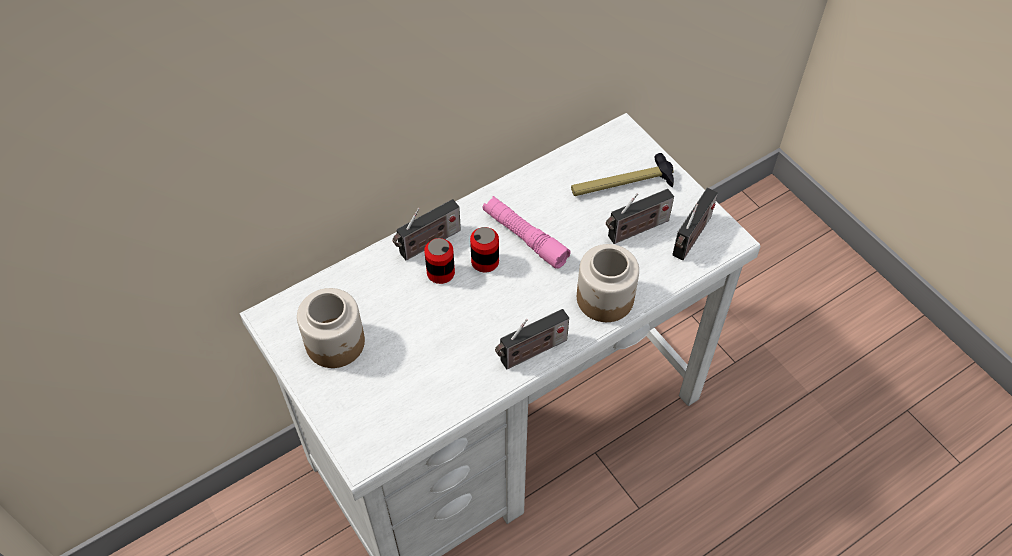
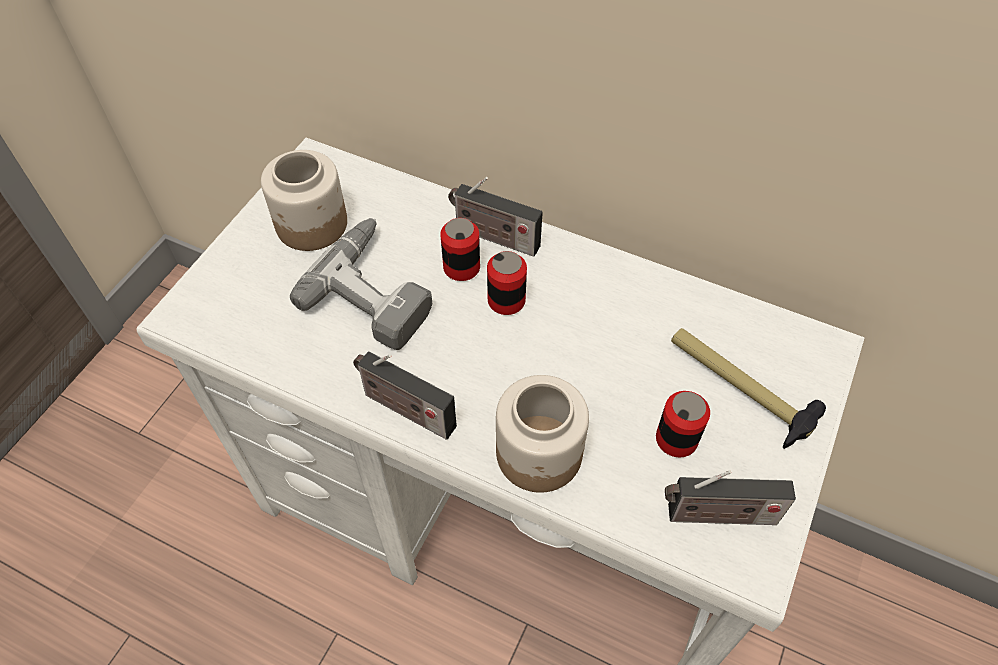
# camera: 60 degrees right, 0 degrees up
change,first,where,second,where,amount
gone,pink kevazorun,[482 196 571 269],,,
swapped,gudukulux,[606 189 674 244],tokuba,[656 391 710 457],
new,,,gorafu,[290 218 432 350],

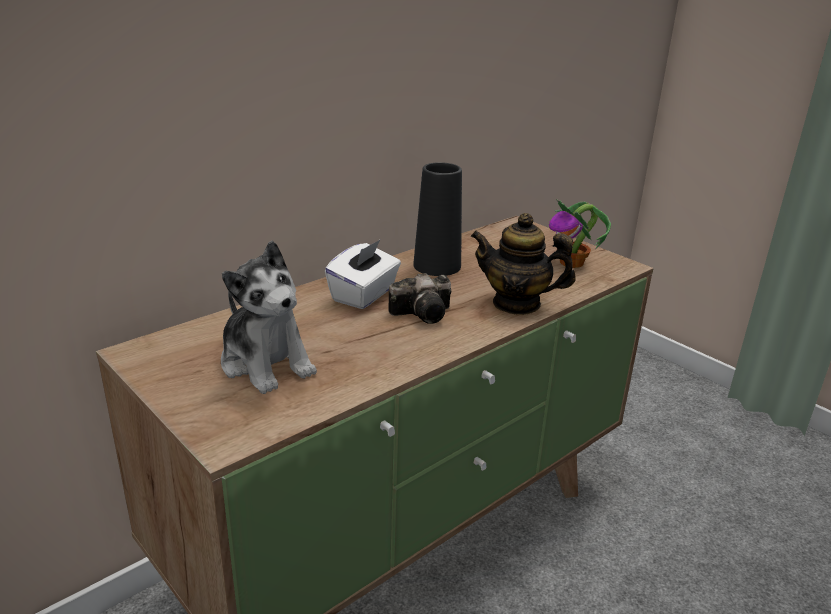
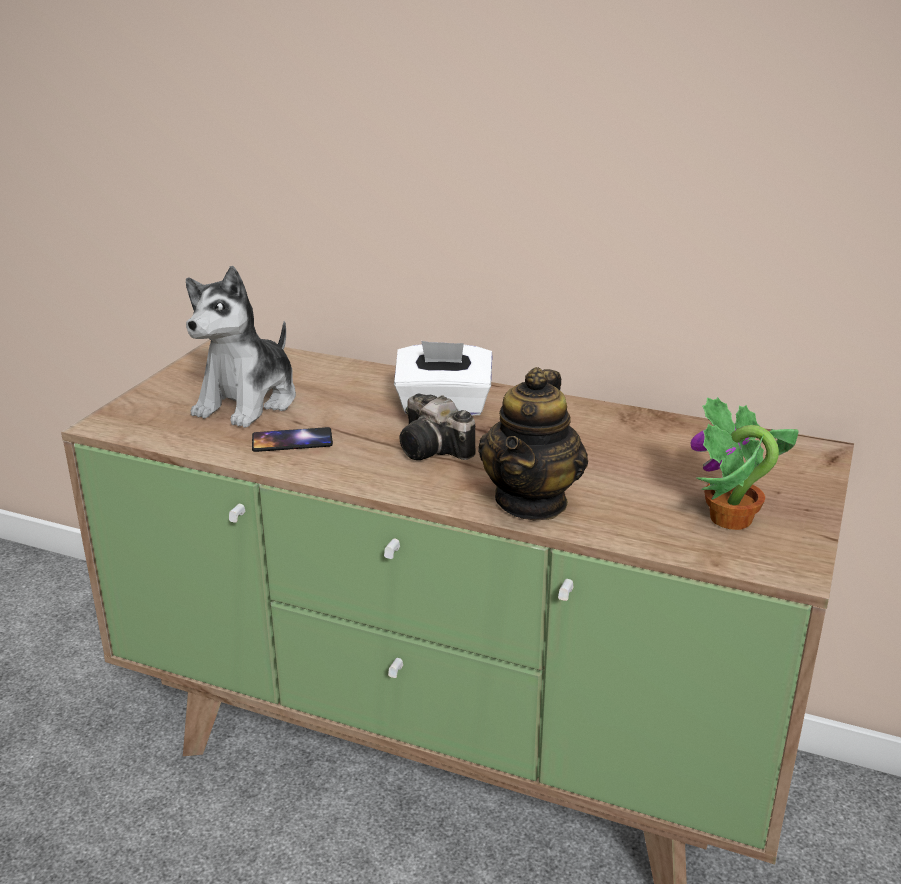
# camera: 65 degrees right, 0 degrees up
change,first,where,second,where,amount
gone,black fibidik,[413 162 462 276],,,
rotated,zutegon,[471 213 575 315],,[478 367 588 520],150 degrees counterclockwise
new,,,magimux,[252 427 333 452],

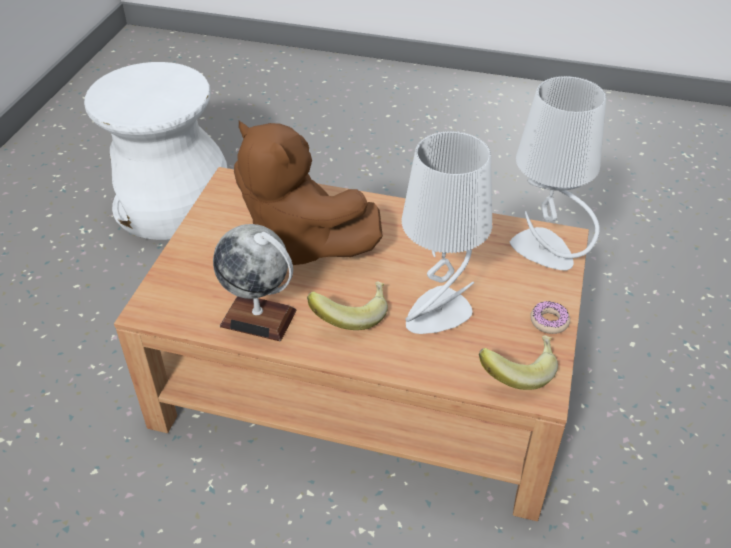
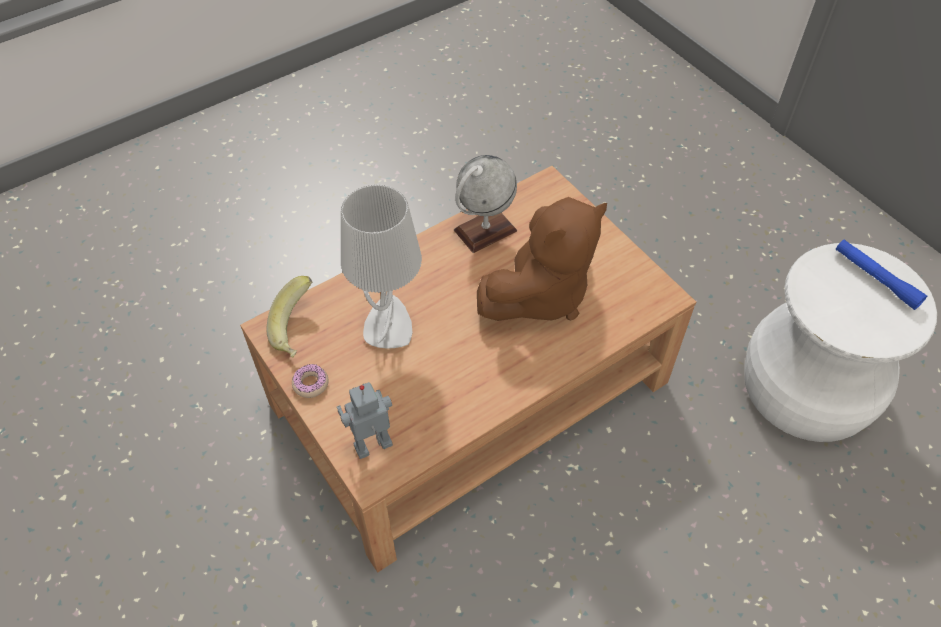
# camera: 130 degrees right, 10 degrees up
change,first,where,second,where,amount
rotated,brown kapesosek,[234 121 383 265],,[477 197 607 321],150 degrees clockwise
gone,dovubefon,[307 282 388 330],,,
swapped,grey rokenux,[510 76 606 271],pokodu,[337 382 393 459],
new,,,blue kevazorun,[836 239 927 310],

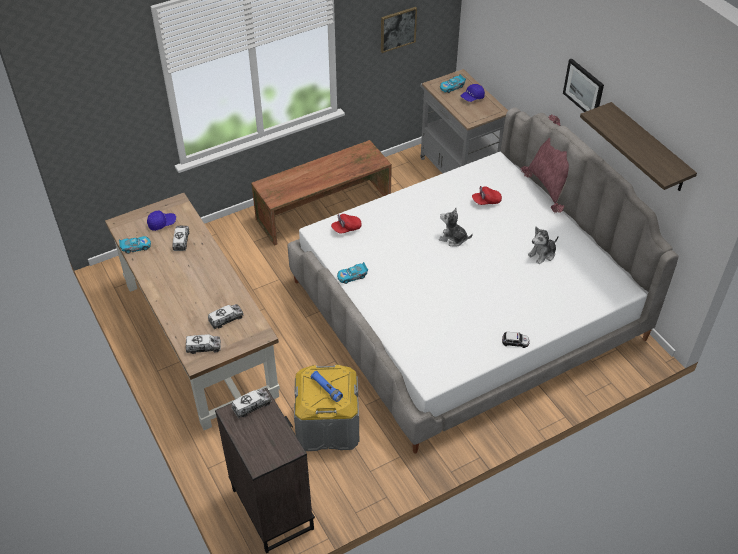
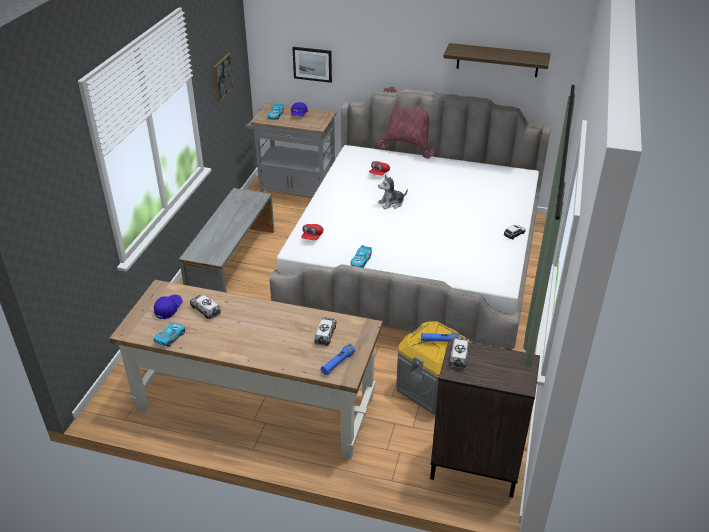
# camera: 45 degrees left, 10 degrees down
change,first,where,second,where,amount
swapped,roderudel,[186 334 221 354],blue kevazorun,[321 344 355 375],
repainted,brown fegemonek,[251 140 392 246],grey fegemonek,[179 188 274 293],
gone,kapesosek,[528 227 558 264],,,
shifted,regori,[563 59 604 112],,[292 47 332 83],

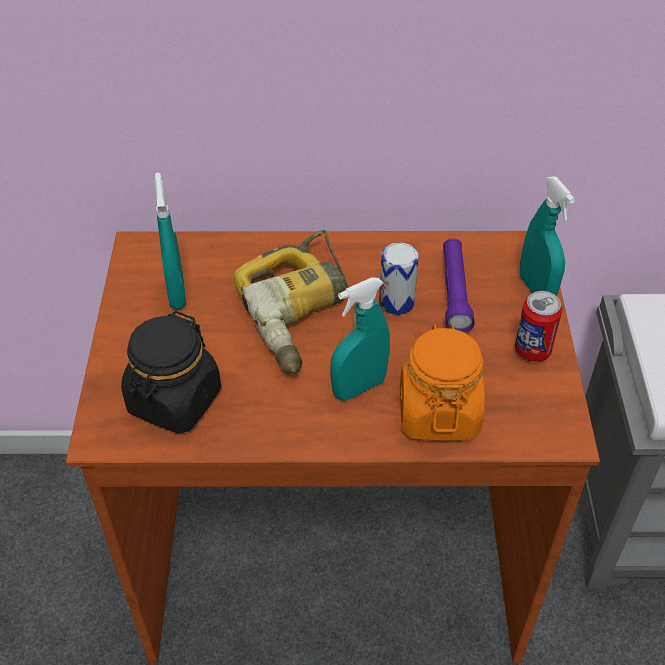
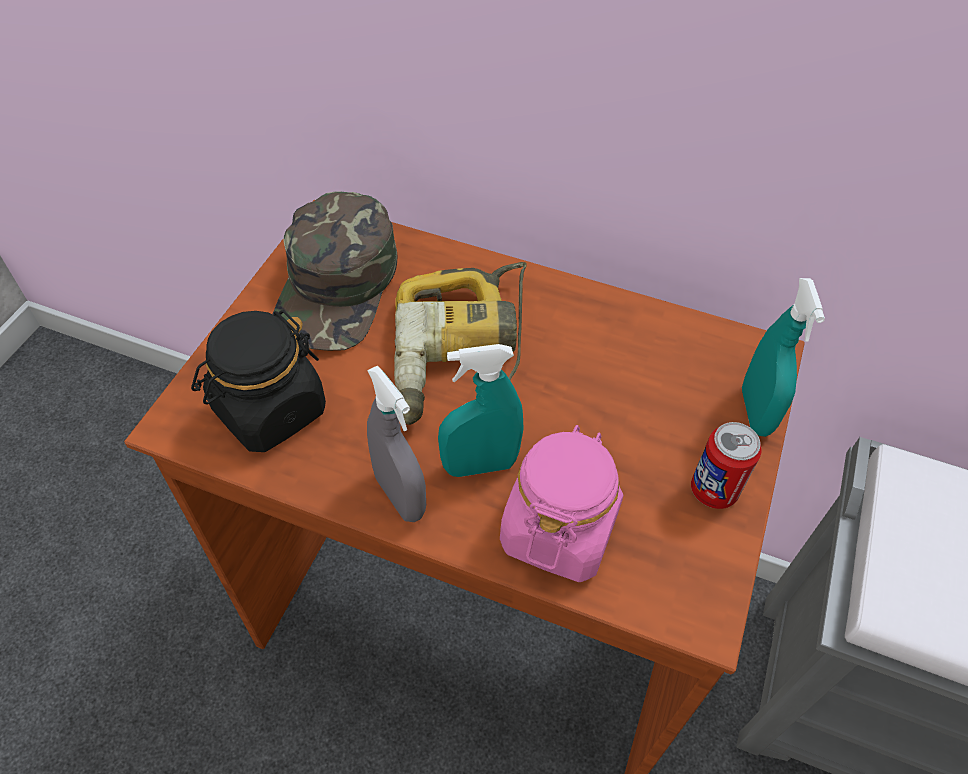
# camera: 20 degrees right, 5 degrees up
change,first,where,second,where,amount
swapped,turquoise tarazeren,[154 173 186 309],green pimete,[273 191 397 351],
gone,tokuba,[379 242 418 315],,,
repainted,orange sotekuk,[400 324 485 441],pink sotekuk,[500 425 623 582],
gone,purple kevazorun,[443 238 475 333],,,
new,,,grey tarazeren,[367 366 426 522],

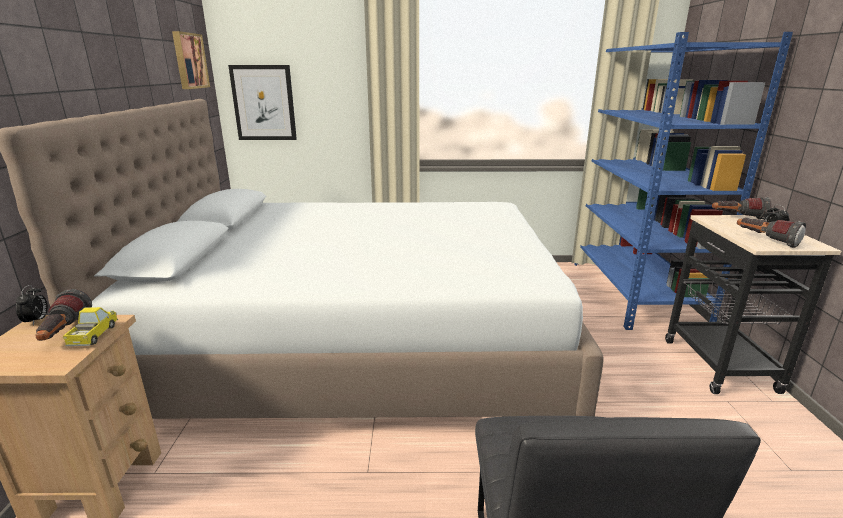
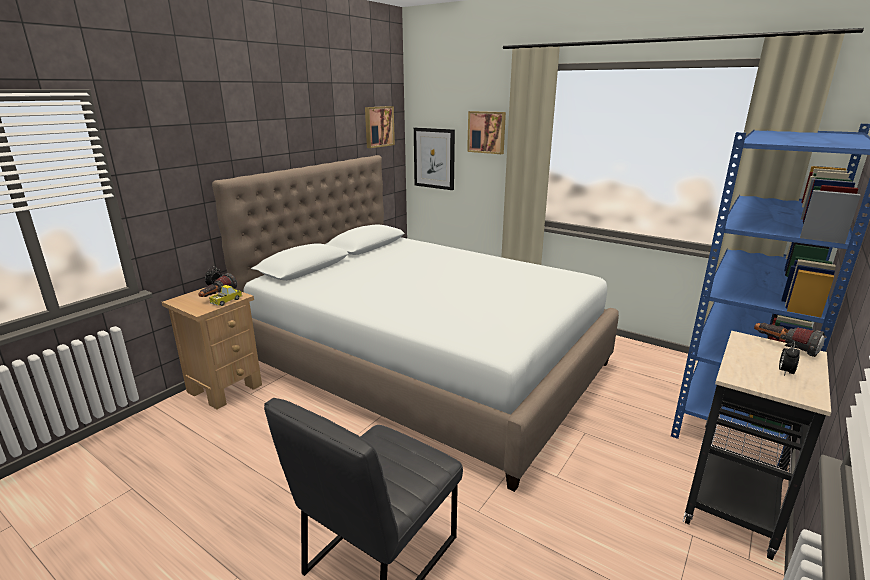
# camera: 35 degrees right, 0 degrees up
change,first,where,second,where,amount
gone,kevazorun,[737 218 806 248],,,
new,,,regori,[467 111 506 154],

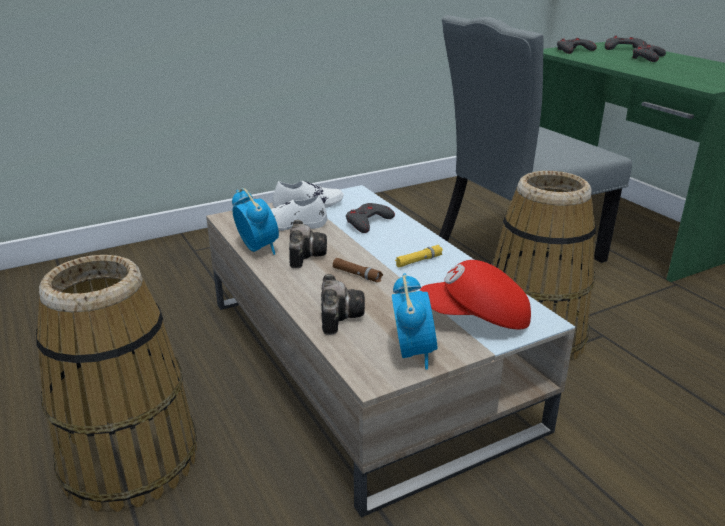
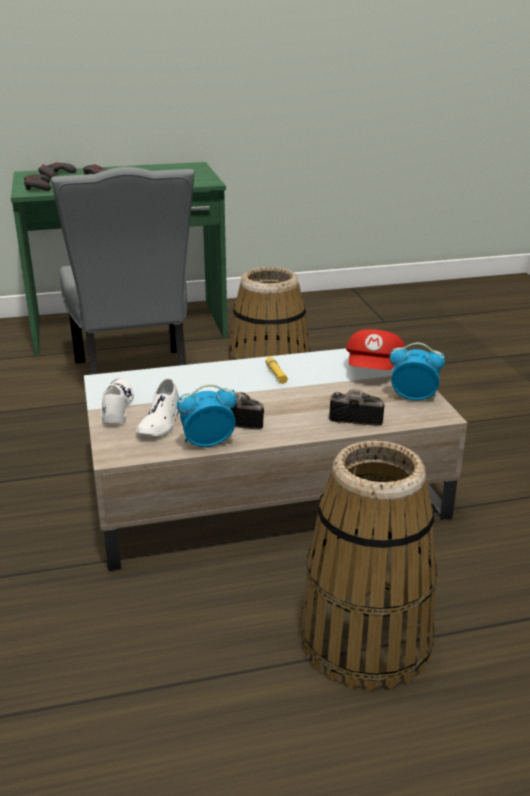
# camera: 75 degrees left, 0 degrees up
change,first,where,second,where,amount
gone,brown kevazorun,[333 258 383 283],,,
gone,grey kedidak,[346 203 395 233],,,

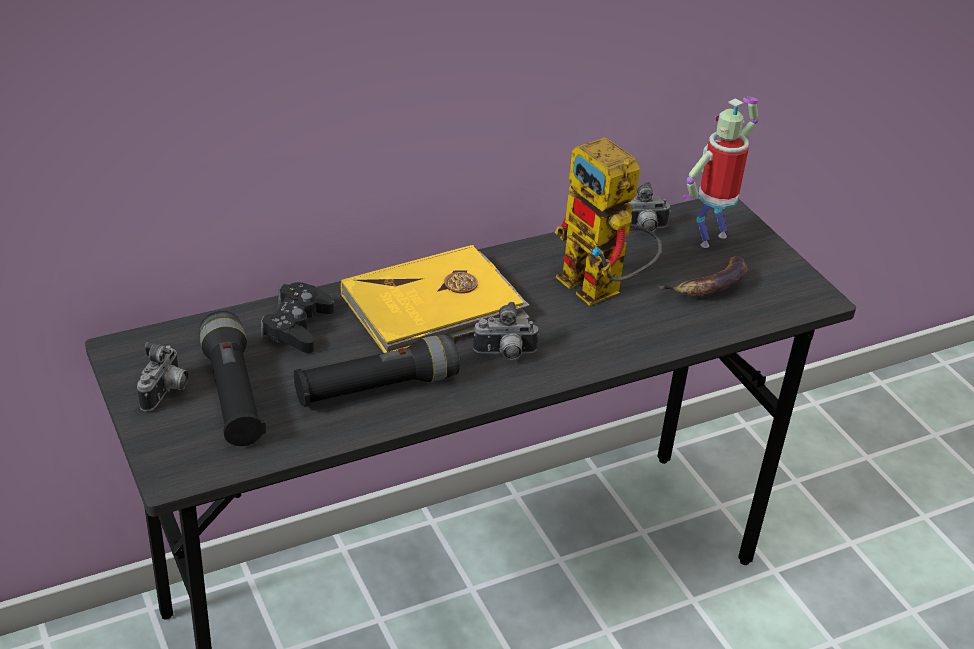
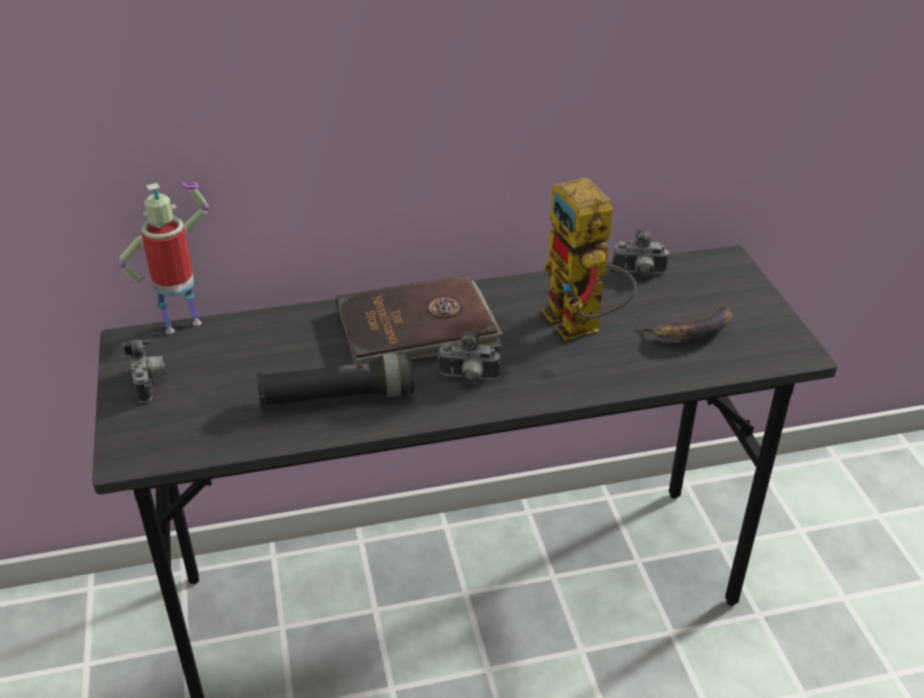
# camera: 15 degrees right, 0 degrees up
change,first,where,second,where,amount
rotated,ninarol,[137 342 188 412],,[123 339 166 403],45 degrees counterclockwise
gone,black kevazorun,[200 311 266 446],,,
gone,black kedidak,[261 282 334 353],,,
repainted,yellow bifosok,[341 245 530 353],brown bifosok,[336 275 503 364],
shifted,pokodu,[683 96 758 248],,[118 182 209 334],

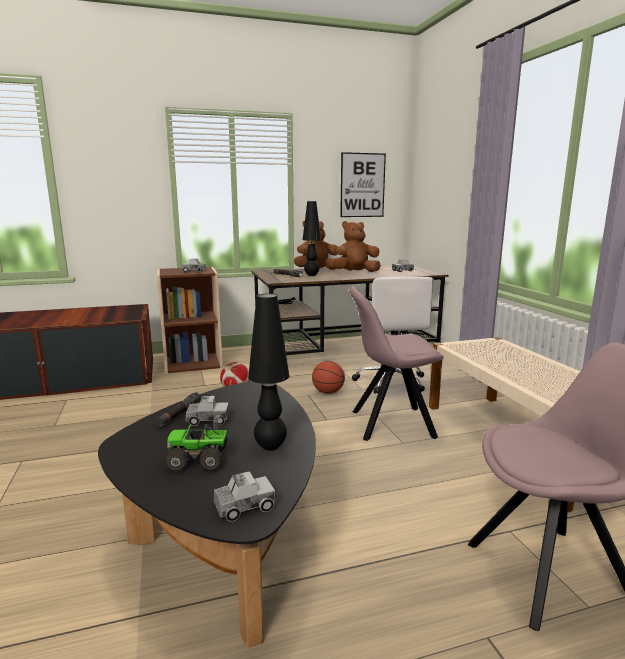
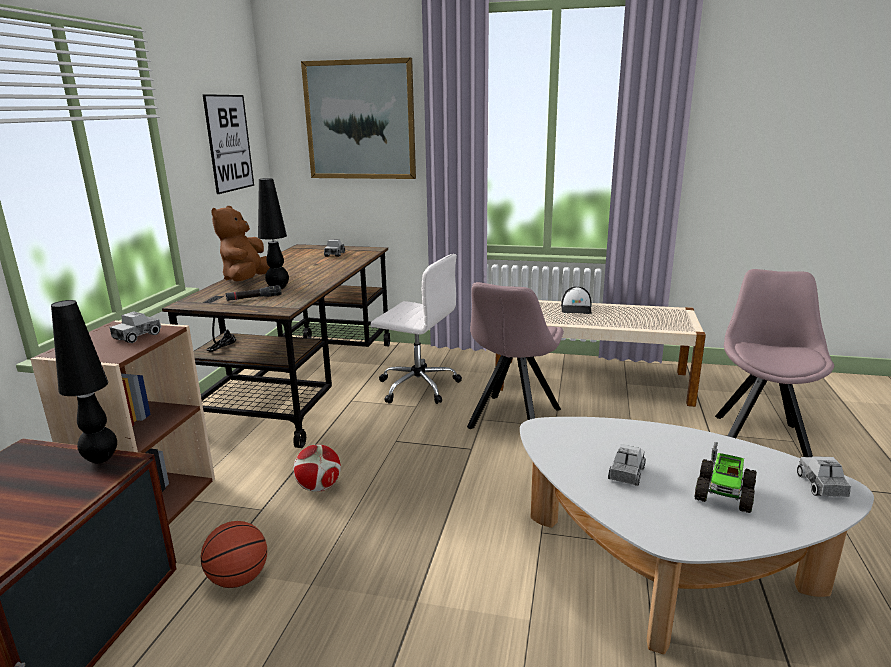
# camera: 60 degrees left, 5 degrees up
change,first,where,second,where,amount
repainted,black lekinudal,[98 381 316 647],white lekinudal,[520 417 874 654],
gone,black kevazorun,[155 392 201 427],,,
shifted,black rokenux,[248 294 289 451],,[51 300 117 463],
shifted,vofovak,[312 361 345 394],,[201 521 267 588],
gone,brown kapesosek,[332 221 381 272],,,
new,,,regori,[301 58 416 179],
new,,,pimete,[561 287 591 314],

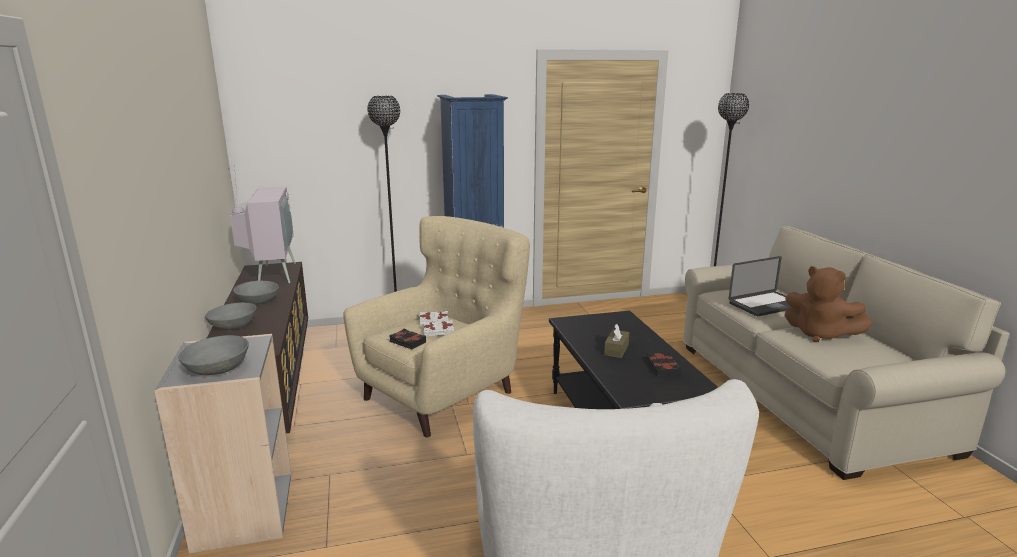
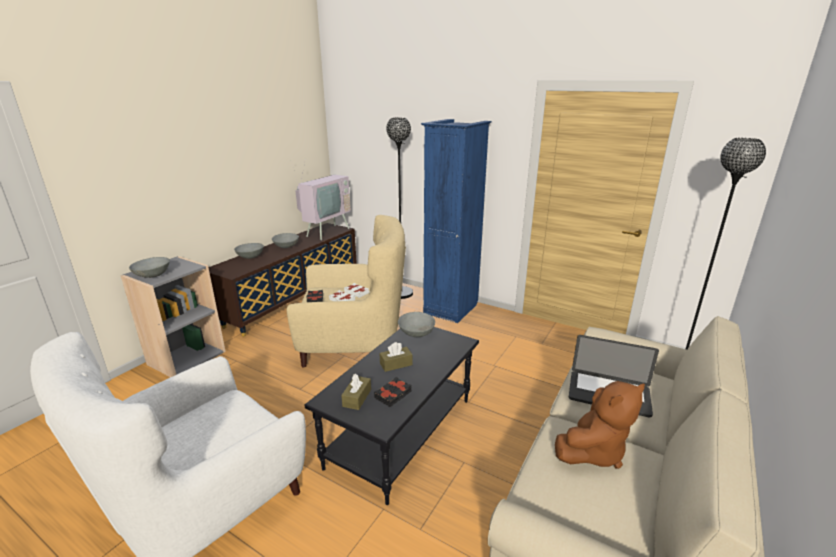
# camera: 45 degrees right, 5 degrees up
change,first,where,second,where,amount
rotated,brown kapesosek,[785 266 872 342],,[555 381 645 469],120 degrees counterclockwise
new,,,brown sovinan,[341 374 371 410],
new,,,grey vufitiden,[398 312 435 337],

